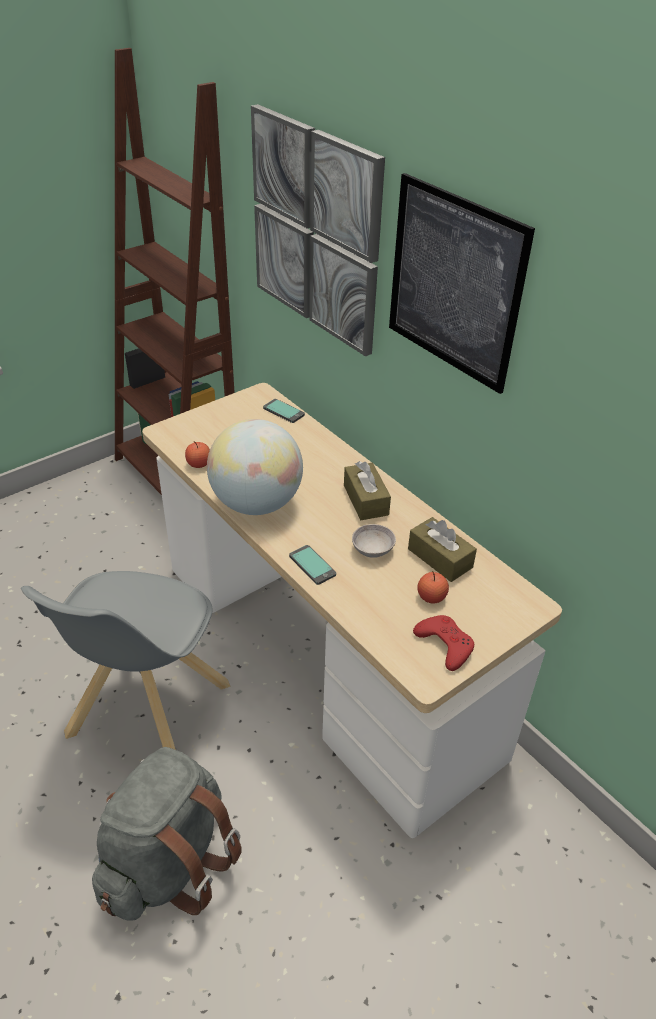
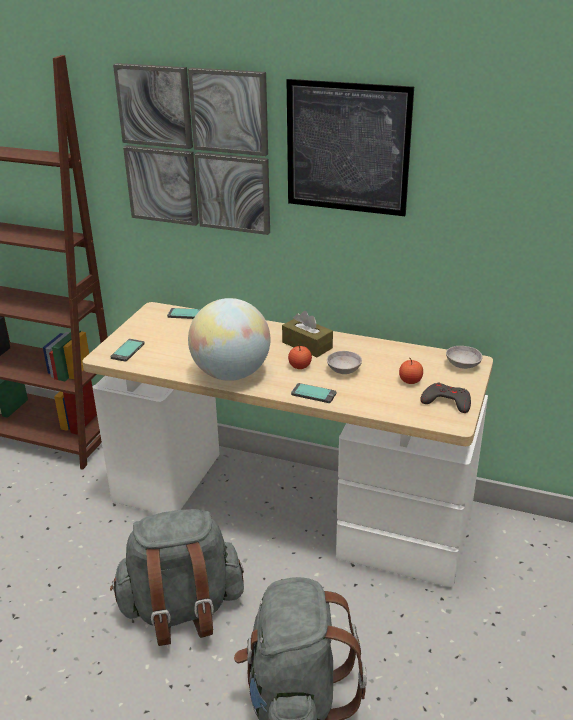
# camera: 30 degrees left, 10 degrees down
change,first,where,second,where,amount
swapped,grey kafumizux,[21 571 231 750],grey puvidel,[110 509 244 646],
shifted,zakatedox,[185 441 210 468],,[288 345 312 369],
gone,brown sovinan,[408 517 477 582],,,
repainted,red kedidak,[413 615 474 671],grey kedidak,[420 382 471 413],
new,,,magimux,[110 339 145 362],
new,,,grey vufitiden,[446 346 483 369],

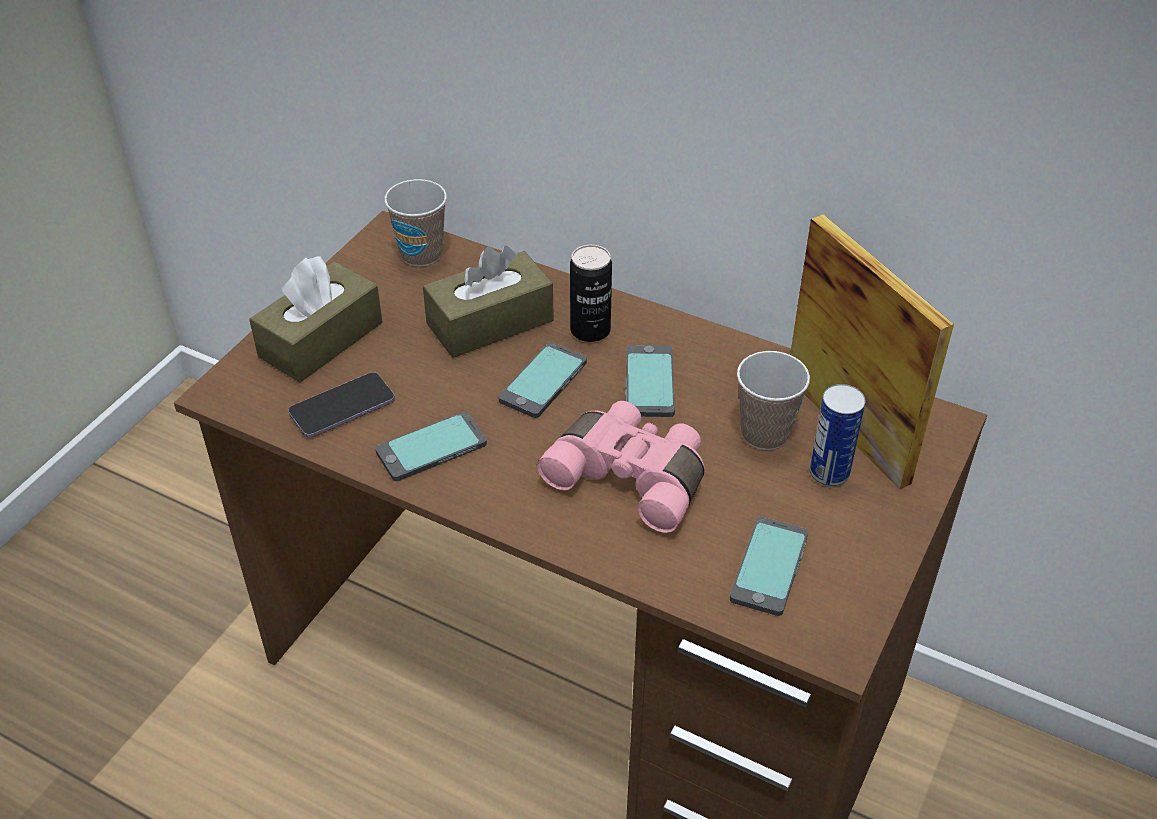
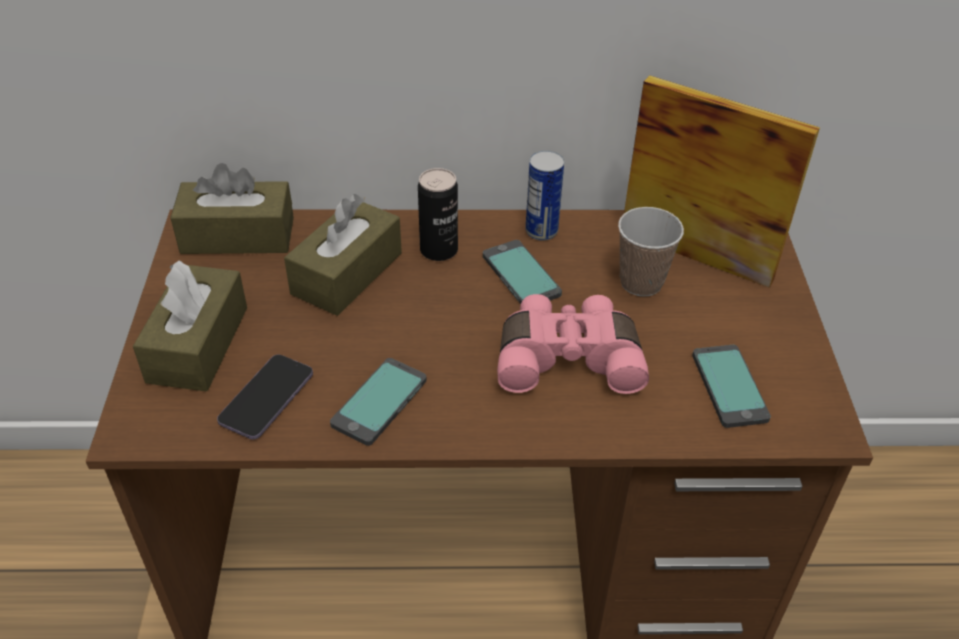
# camera: 30 degrees left, 0 degrees up
change,first,where,second,where,amount
swapped,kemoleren,[384 179 447 266],brown sovinan,[170 163 294 254],
gone,magimux,[499 342 587 418],,,
shifted,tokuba,[810 384 866 487],,[525 151 564 241],

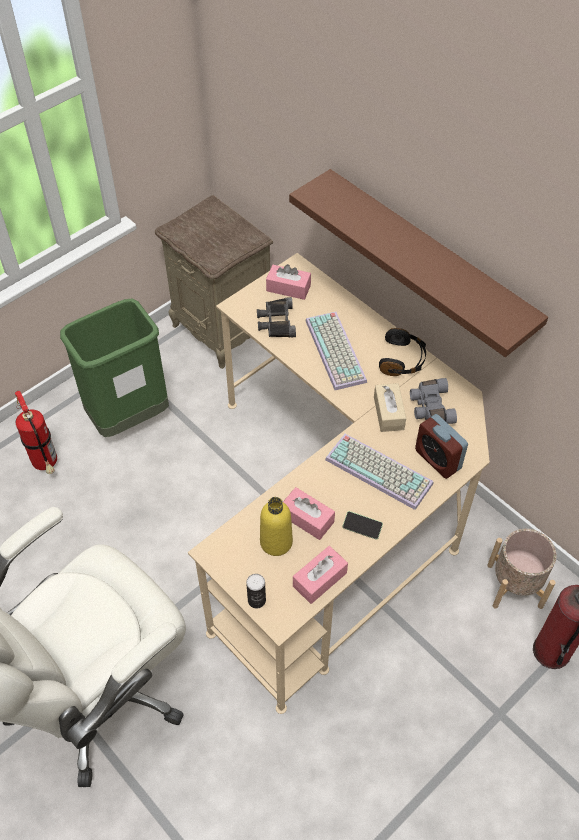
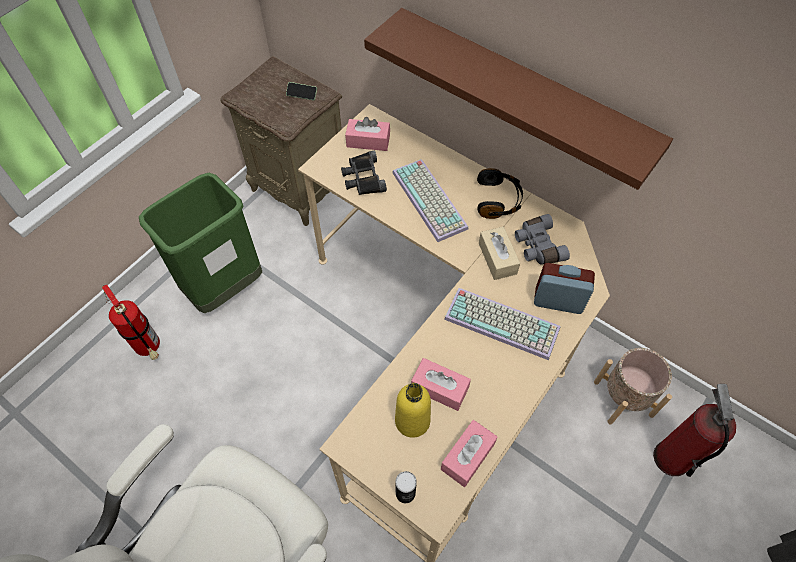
# camera: 10 degrees left, 5 degrees up
change,first,where,second,where,amount
shifted,magimux,[342 511 383 539],,[286 82 317 101],
rotated,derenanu,[415 414 468 479],,[534 263 595 314],150 degrees clockwise

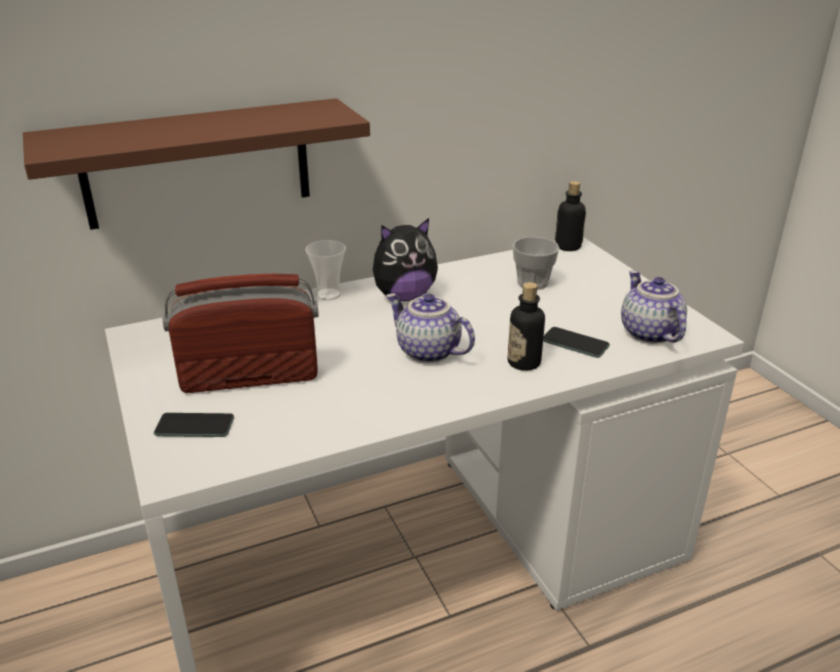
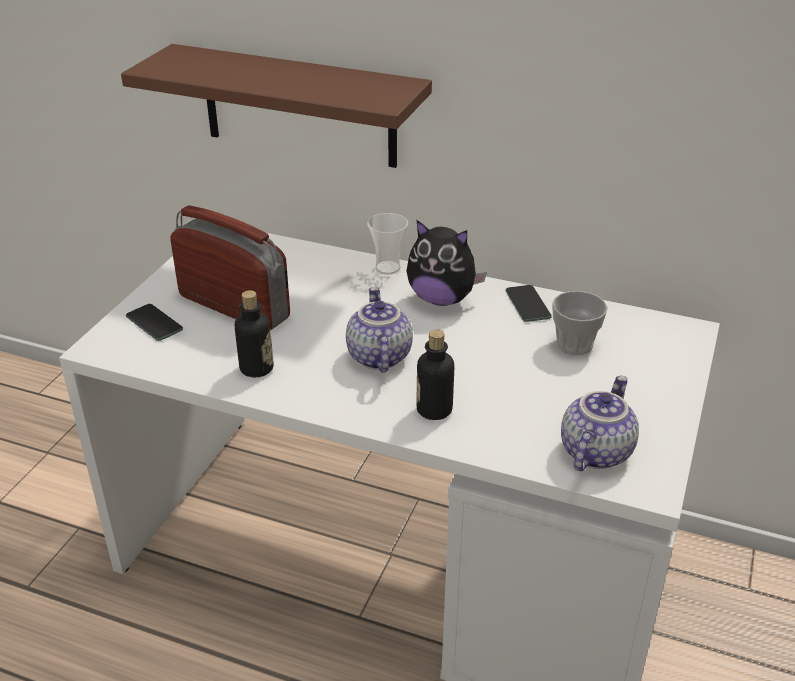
# camera: 45 degrees right, 5 degrees up
change,first,where,second,where,amount
shifted,magimux,[543 327 610 358],,[506 285 552 322],
shifted,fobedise,[555 181 586 251],,[235 290 274 377],

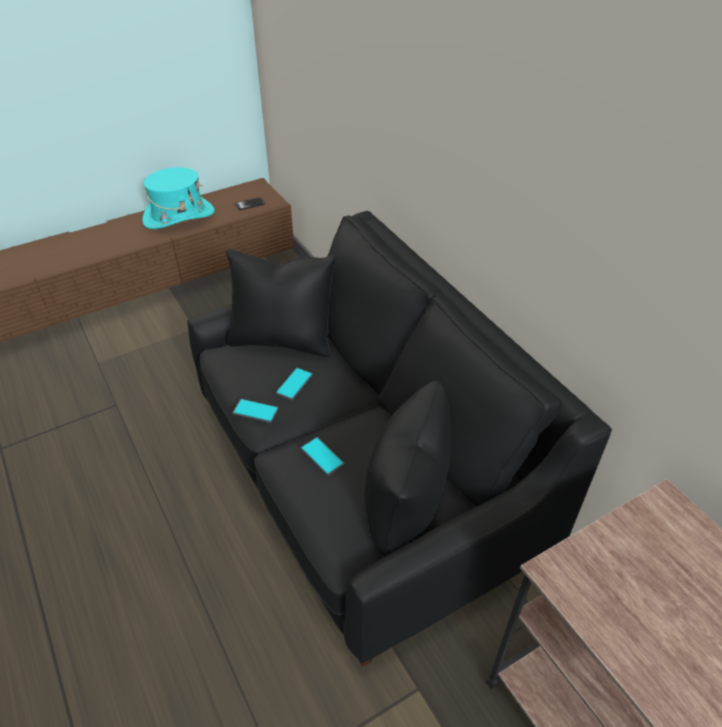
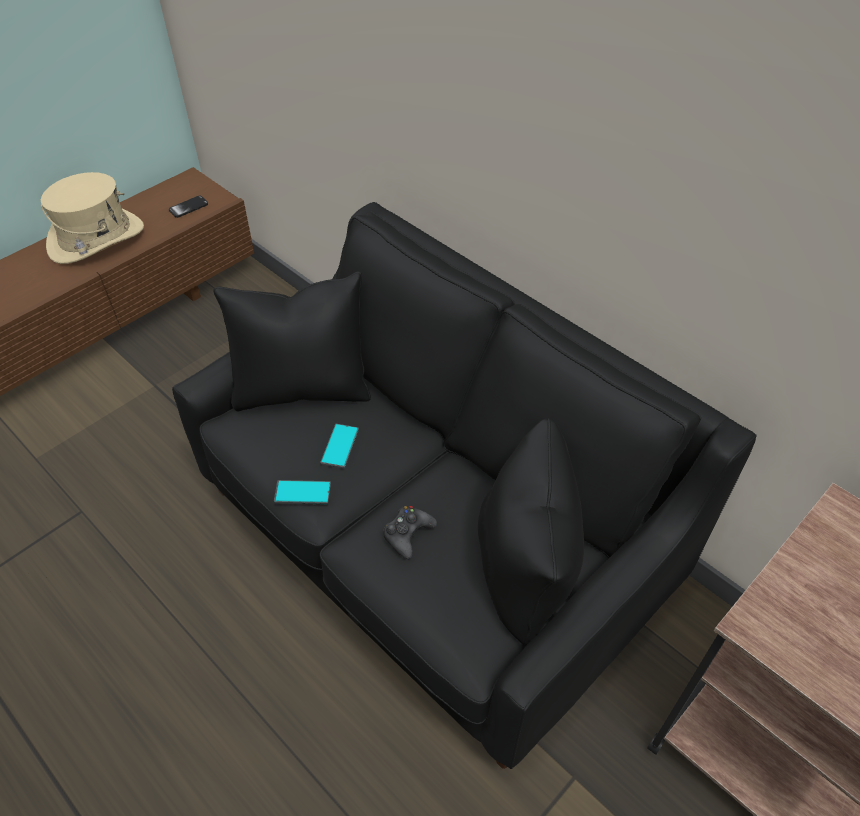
# camera: 15 degrees left, 5 degrees up
change,first,where,second,where,amount
repainted,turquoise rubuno,[142 167 215 229],beige rubuno,[41 172 144 264],
swapped,magimux,[301 437 344 476],black kedidak,[383 506 437 559],

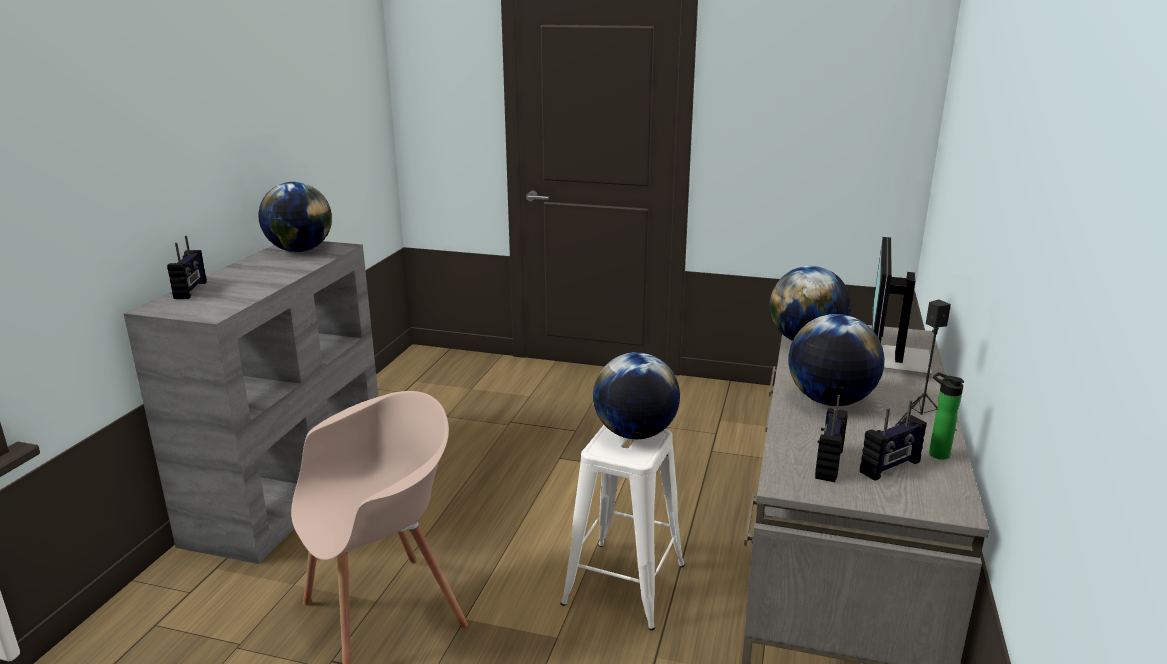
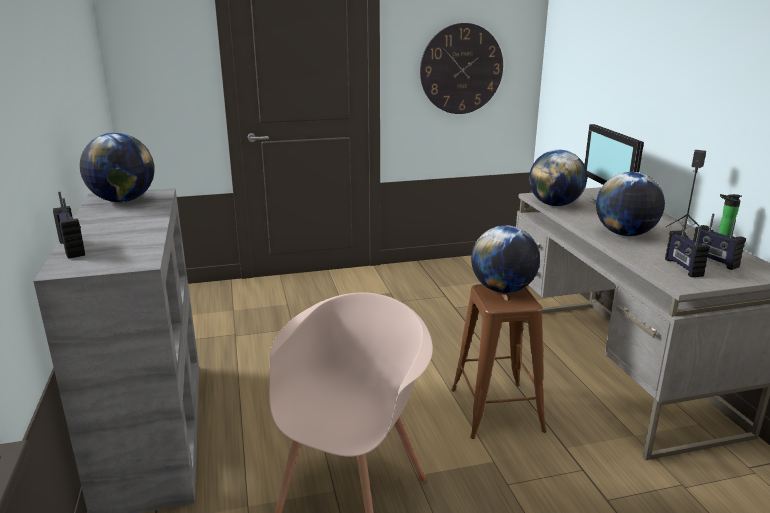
# camera: 30 degrees left, 0 degrees up
change,first,where,second,where,amount
repainted,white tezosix,[560 425 685 631],brown tezosix,[451 284 547 439],
rotated,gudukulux,[860 400 927 481],,[693 213 746 270],120 degrees clockwise
new,,,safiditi,[420 23 503 114],

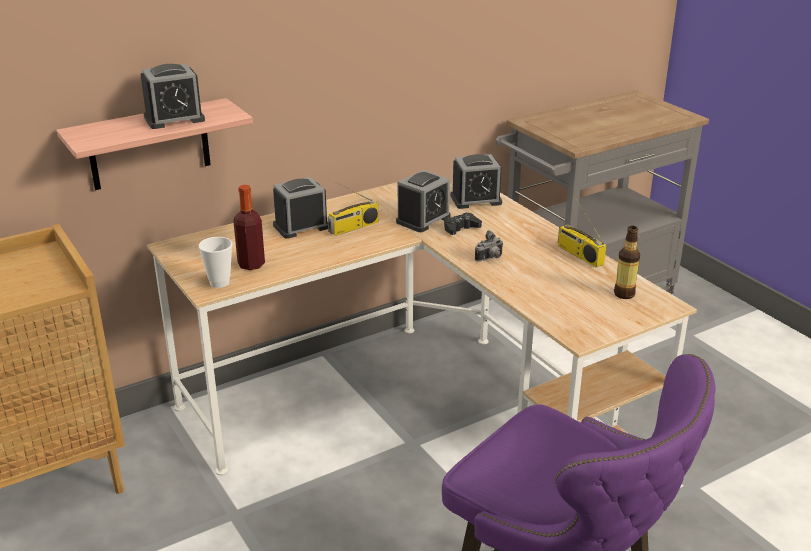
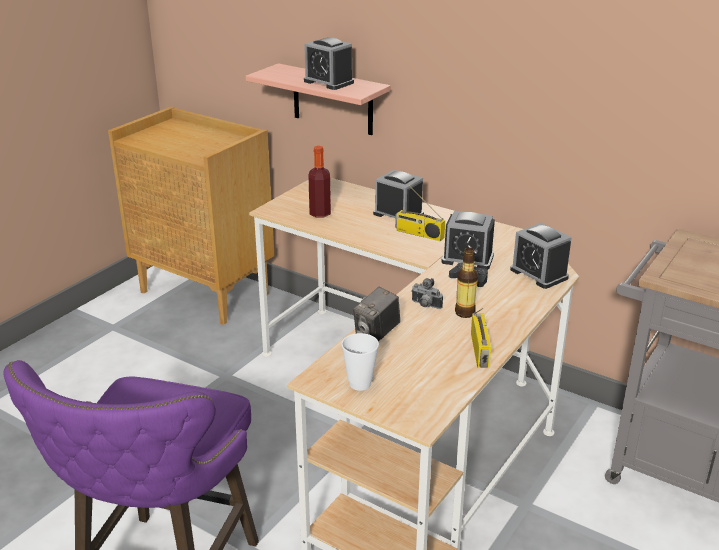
# camera: 65 degrees right, 0 degrees up
change,first,where,second,where,amount
shifted,kemoleren,[199 237 232 288],,[341 333 379 391],
rotated,gudukulux,[558 197 606 268],,[471 308 491 368],150 degrees clockwise
shifted,fobedise,[614 226 640 299],,[455 247 478 318],
new,,,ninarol,[353 287 400 342],

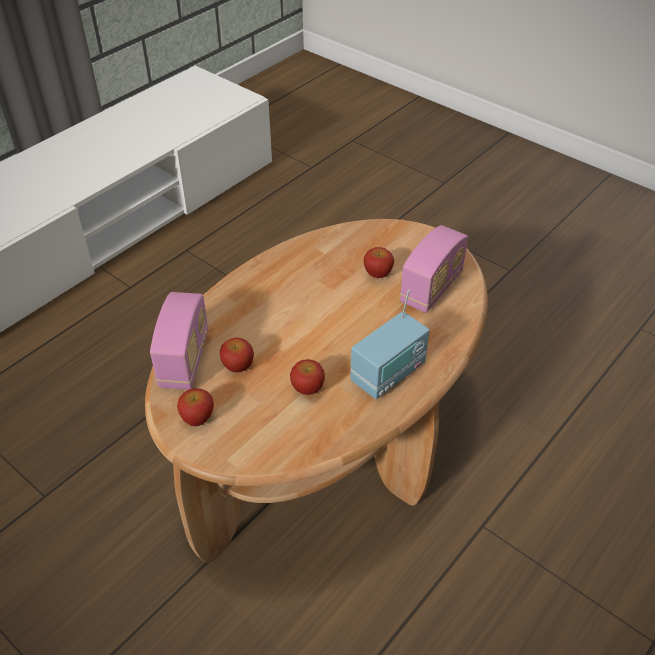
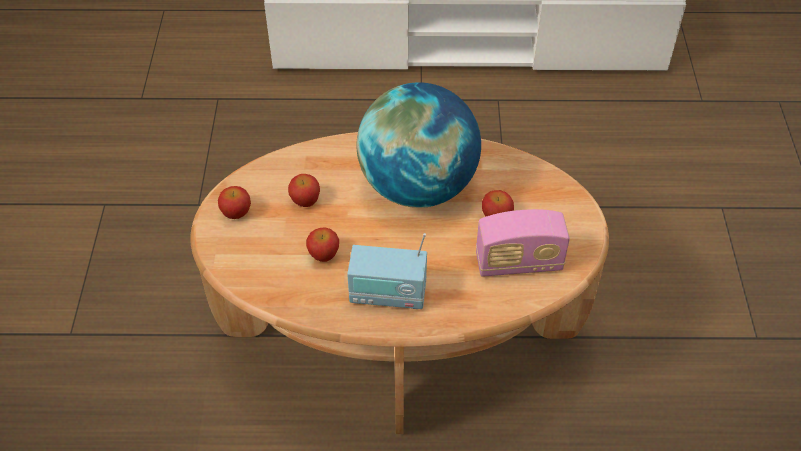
# camera: 50 degrees right, 5 degrees up
change,first,where,second,where,amount
gone,gudukulux,[150 292 208 390],,,
new,,,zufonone,[356 82 481 208],

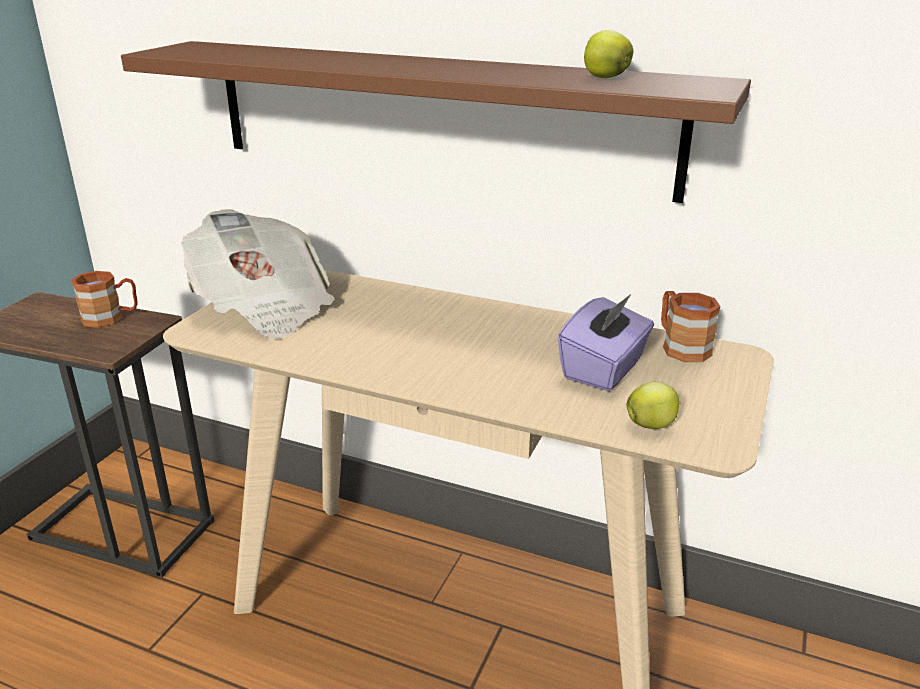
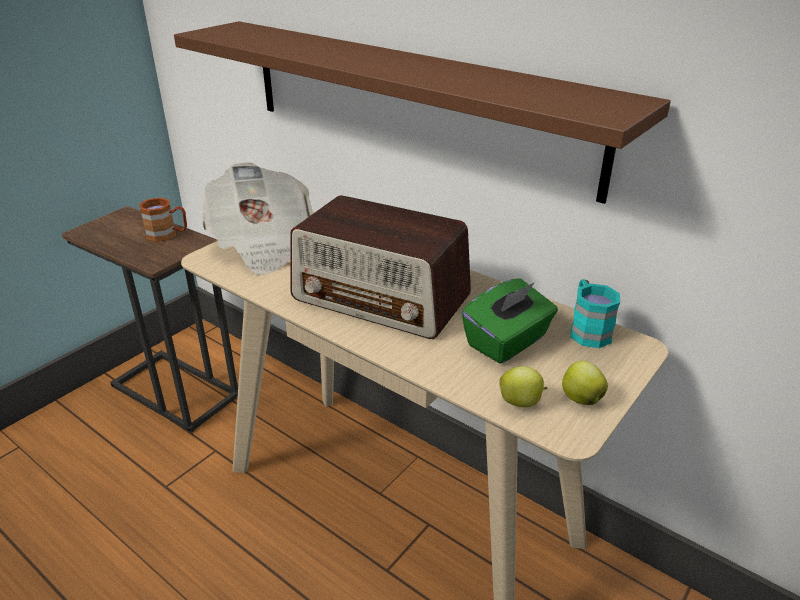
# camera: 15 degrees right, 5 degrees up
change,first,where,second,where,amount
repainted,purple sovinan,[558 294 654 391],green sovinan,[461 278 558 364],
shifted,zakatedox,[584 30 633 78],,[562 361 608 405],
repainted,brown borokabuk,[661 291 721 362],turquoise borokabuk,[570 279 620 348],
new,,,gudukulux,[290 195 471 339],

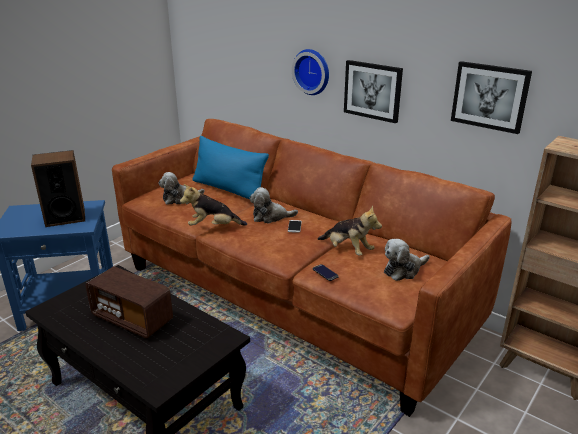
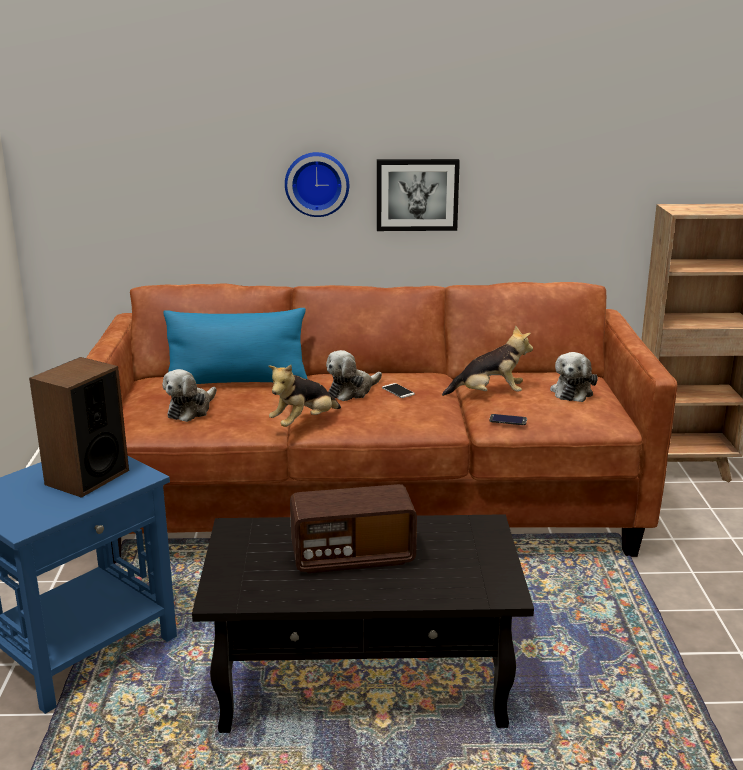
# camera: 40 degrees left, 5 degrees down
change,first,where,second,where,amount
gone,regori,[451 61 532 134],,,

